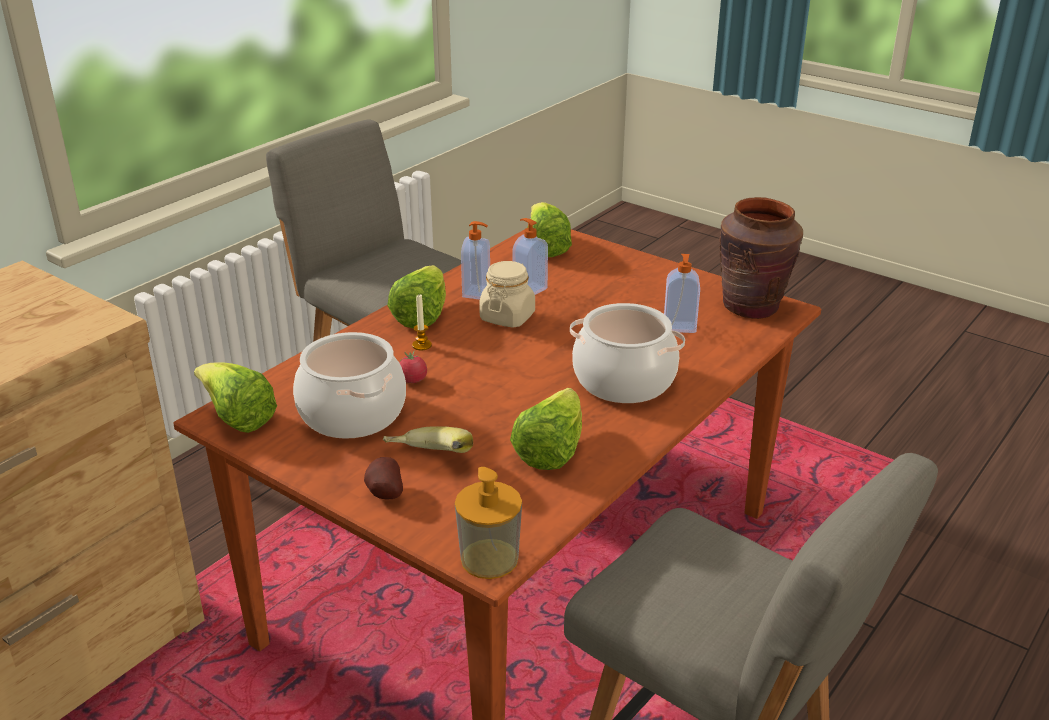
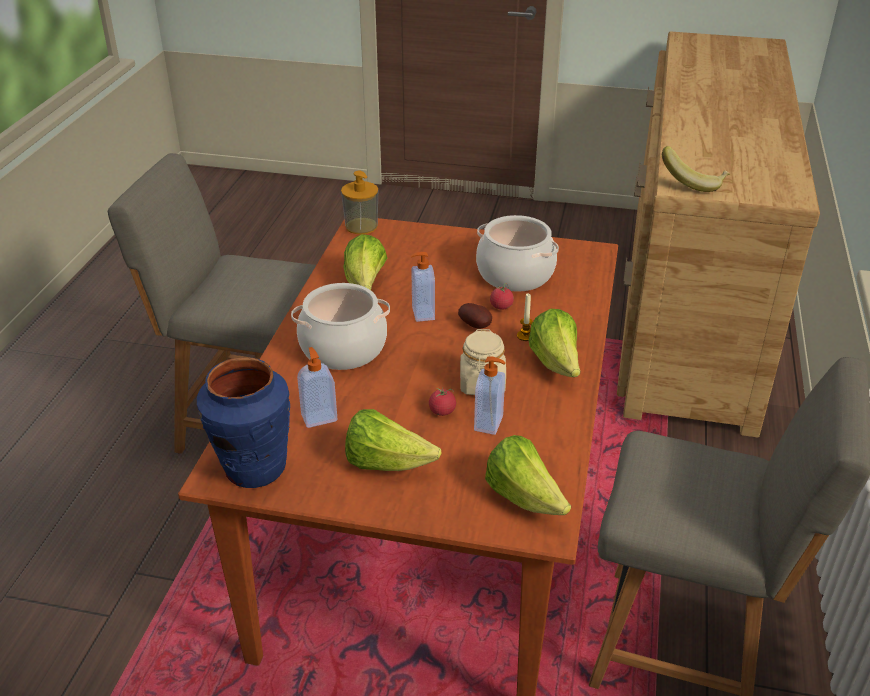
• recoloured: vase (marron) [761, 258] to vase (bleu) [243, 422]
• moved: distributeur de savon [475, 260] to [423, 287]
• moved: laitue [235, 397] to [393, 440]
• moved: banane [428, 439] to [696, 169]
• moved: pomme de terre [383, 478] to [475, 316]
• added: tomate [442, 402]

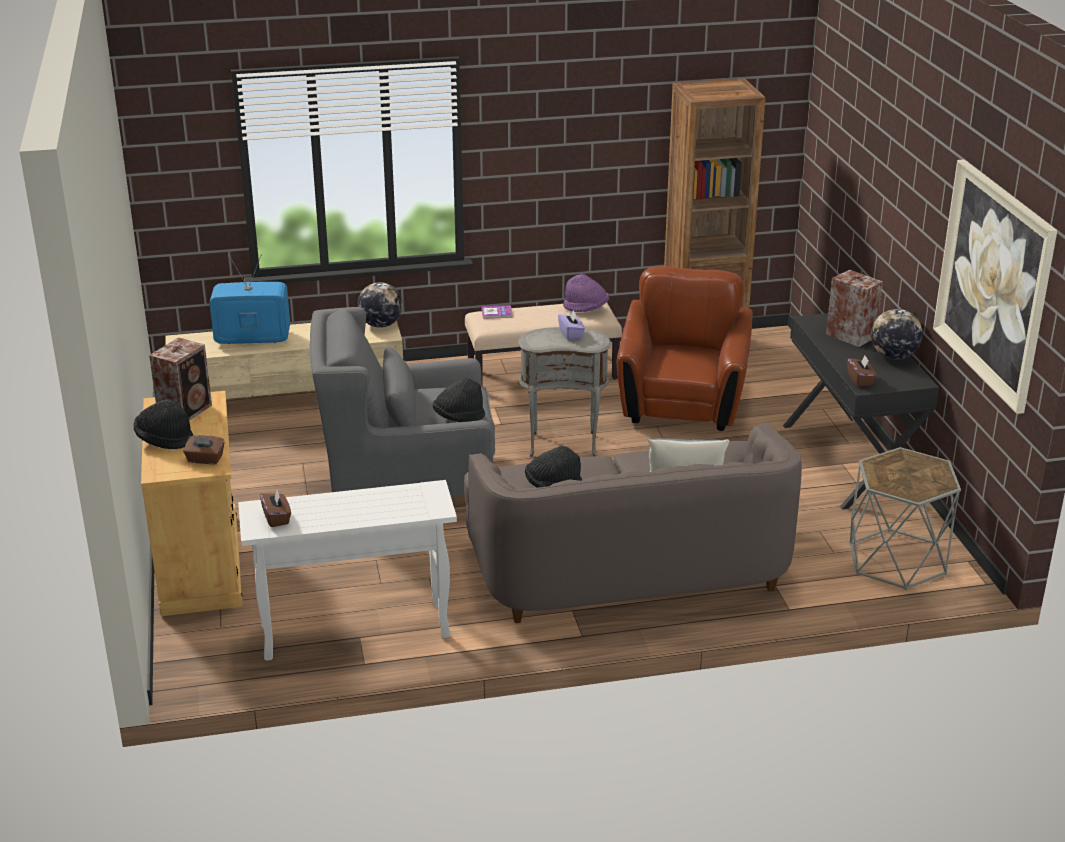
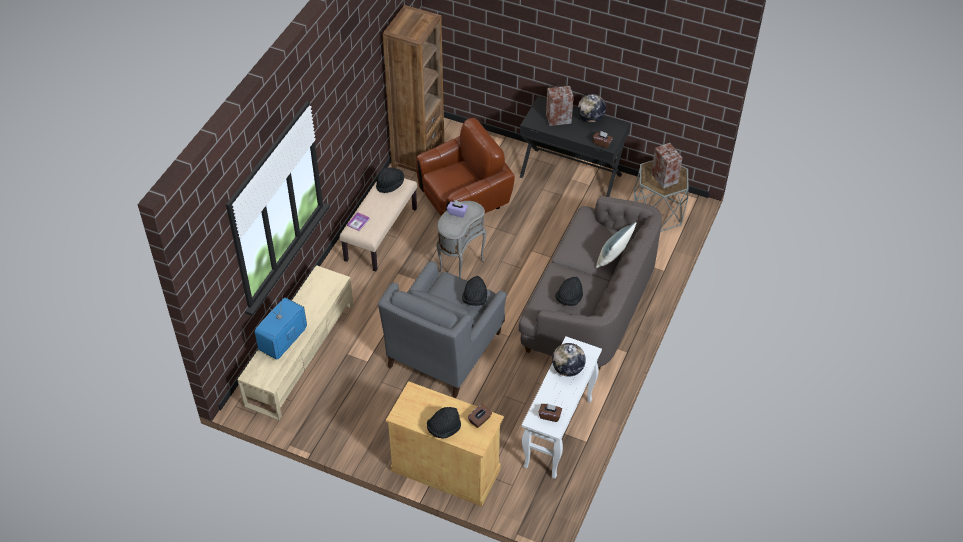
• removed: tableau [995, 286]
• turned: fauteuil (marron) [685, 348] = [465, 167] 105 degrees clockwise
• recoloured: chapeau (violet) [586, 293] to chapeau (noir) [390, 180]
• moved: globe [380, 305] to [569, 360]
• moved: enceinte [180, 379] to [667, 165]

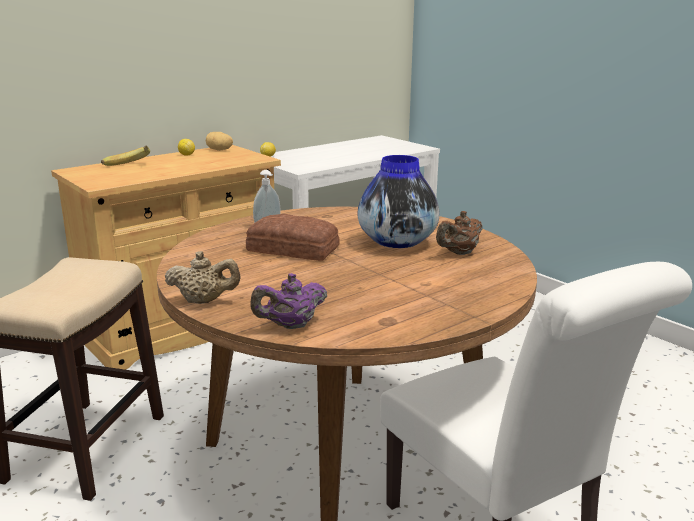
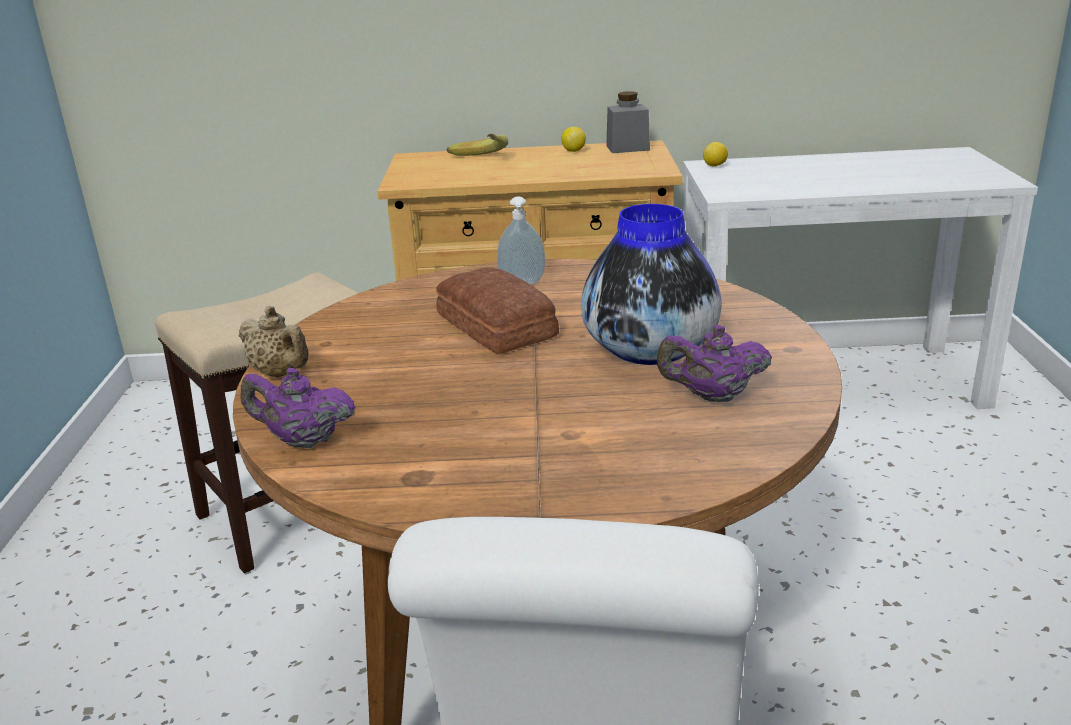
• replaced: pomme de terre [219, 141] to bocal (gris) [628, 122]
• recoloured: théière (marron) [459, 233] to théière (violet) [714, 363]

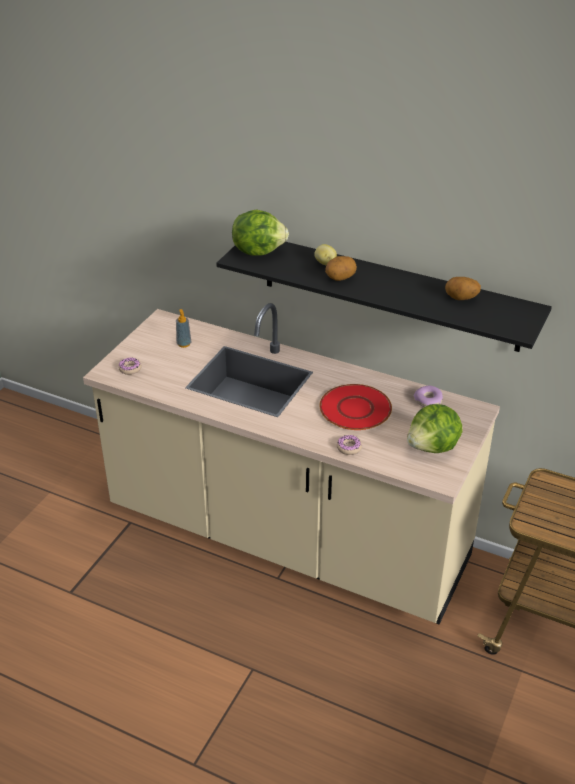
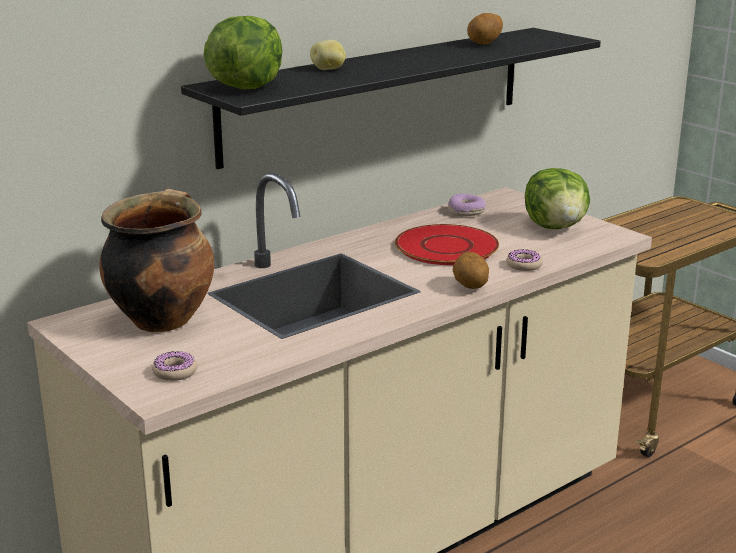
• moved: pomme de terre [341, 268] to [471, 270]
• replaced: distributeur de savon [183, 328] to marmite [156, 260]

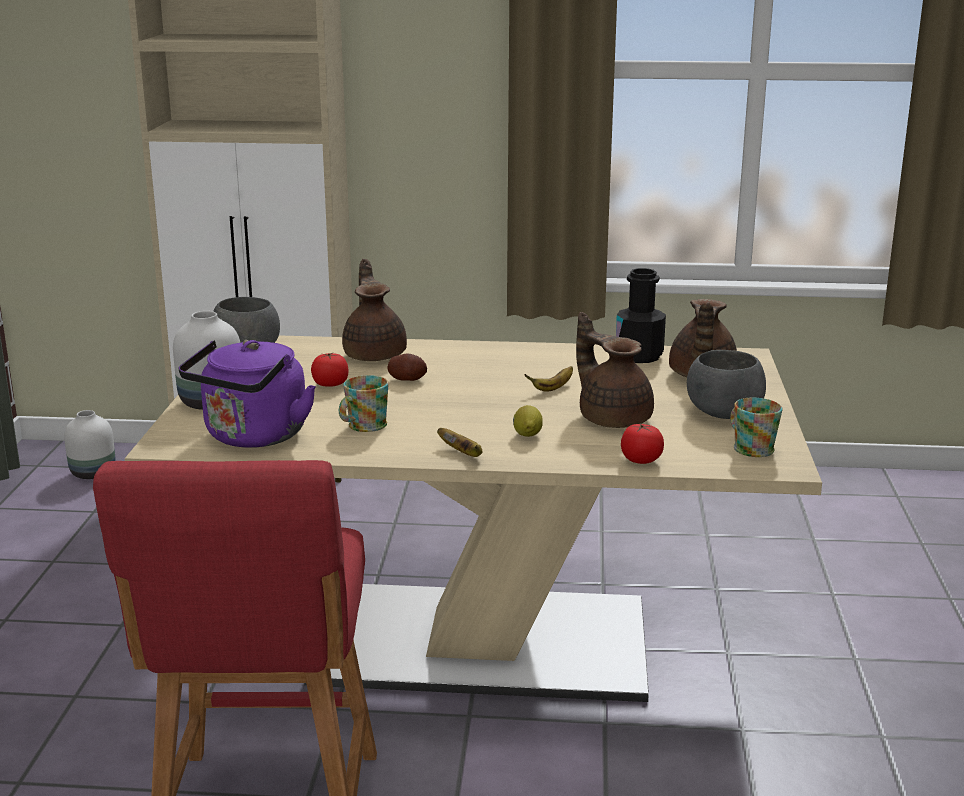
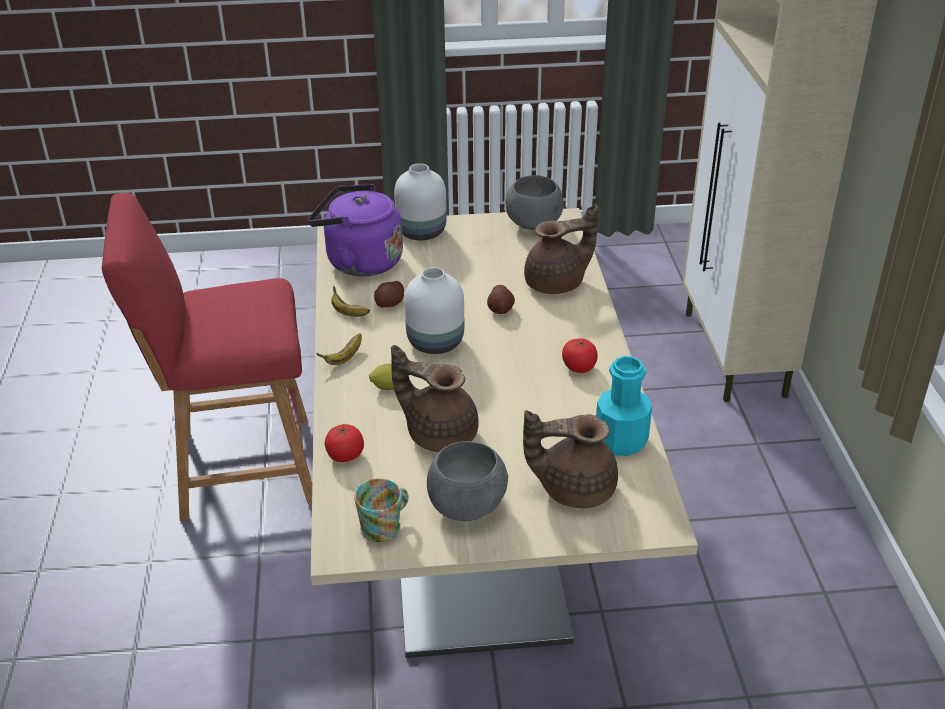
• recoloured: bouteille (noir) [641, 315] to bouteille (turquoise) [624, 406]
• turned: théière (marron) [615, 370] = [435, 399] 105 degrees counterclockwise
• moved: tomate [330, 370] to [580, 355]
• moved: banane [548, 379] to [350, 301]
• replaced: mug [364, 403] to pomme de terre [389, 294]
• moved: vase (blanc) [90, 444] to [434, 310]

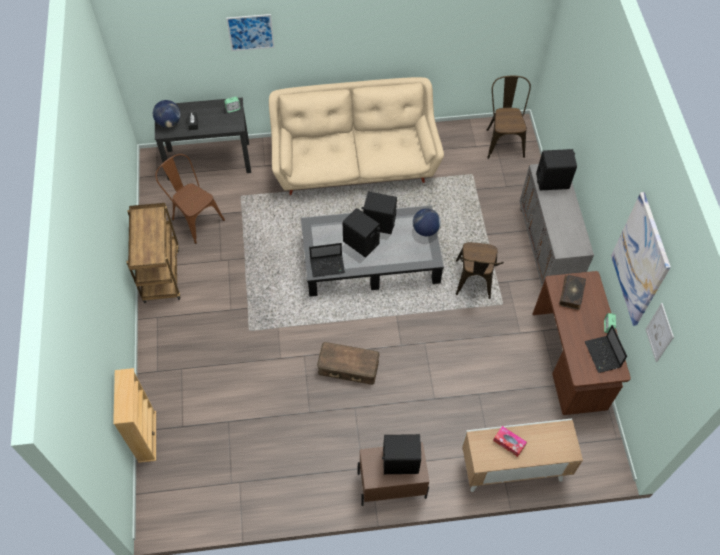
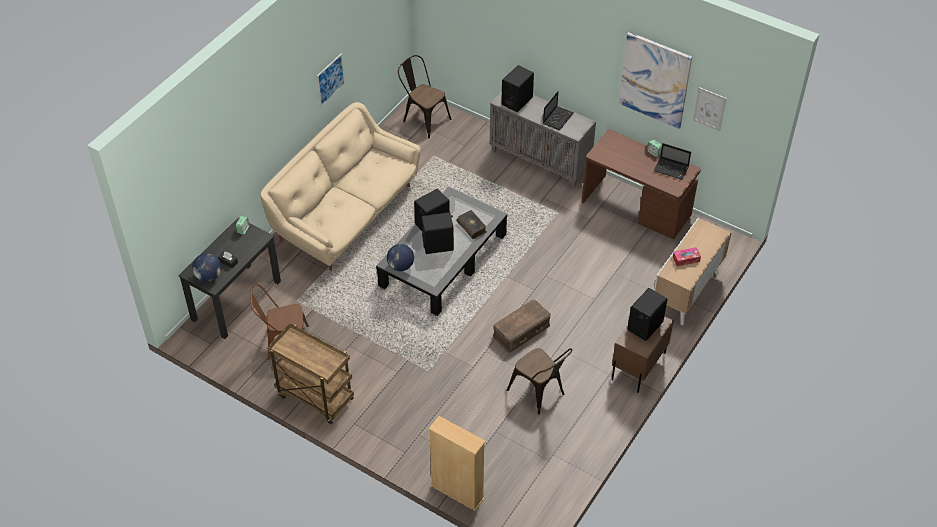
• moved: tableau [250, 32] to [331, 80]
• moved: globe [427, 222] to [400, 257]
• moved: chaise (marron) [480, 270] to [539, 381]
• moved: ordinateur portable [327, 260] to [558, 111]
• moved: livre [572, 292] to [472, 224]

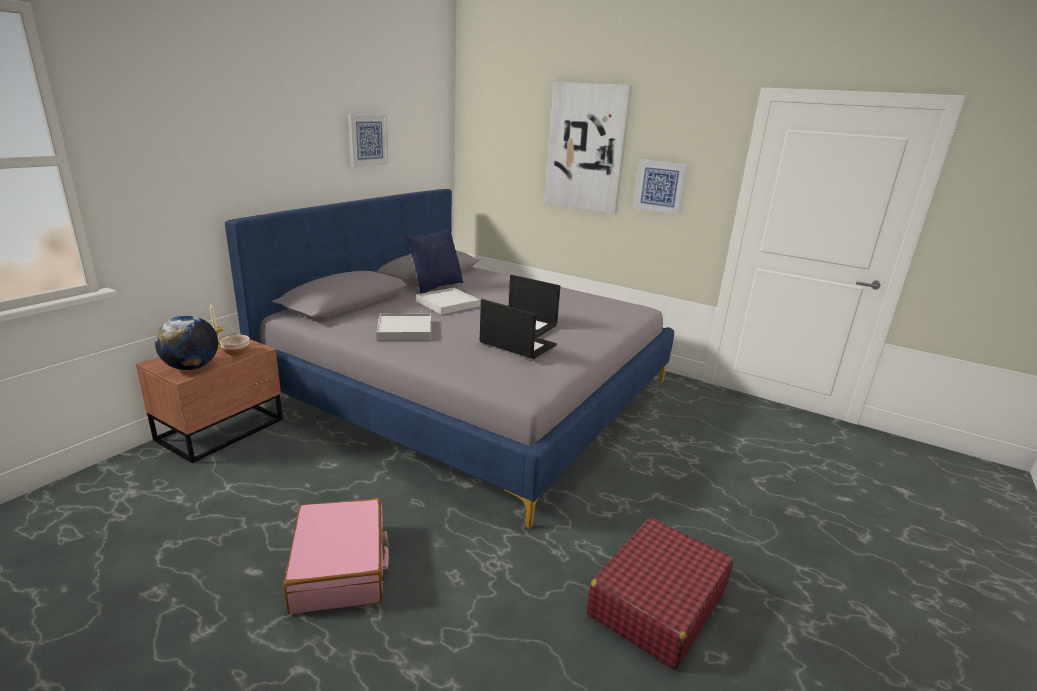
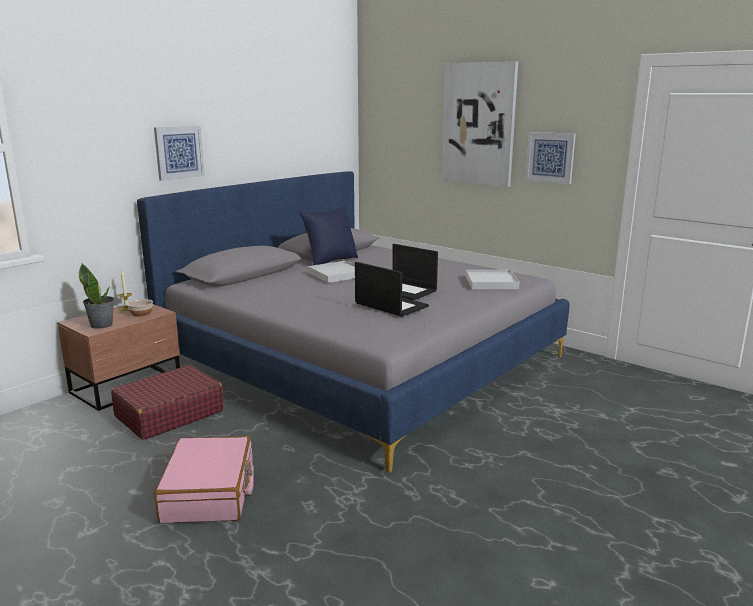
• moved: tableau [368, 140] to [179, 153]
• moved: plateau (blanc) [403, 326] to [492, 279]
• replaced: globe [186, 342] to plante en pot [96, 296]
• moved: valise (rouge) [660, 594] to [167, 402]

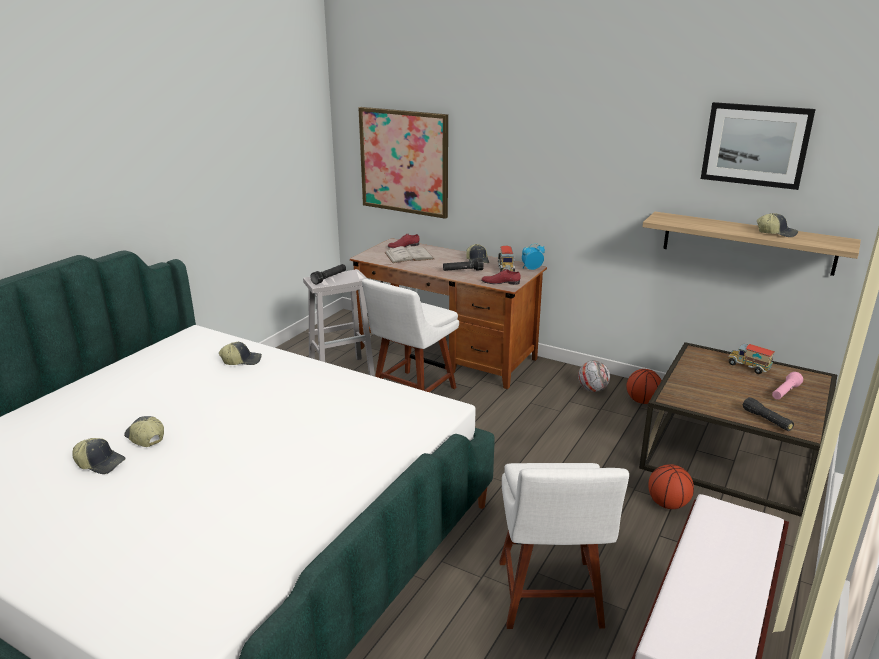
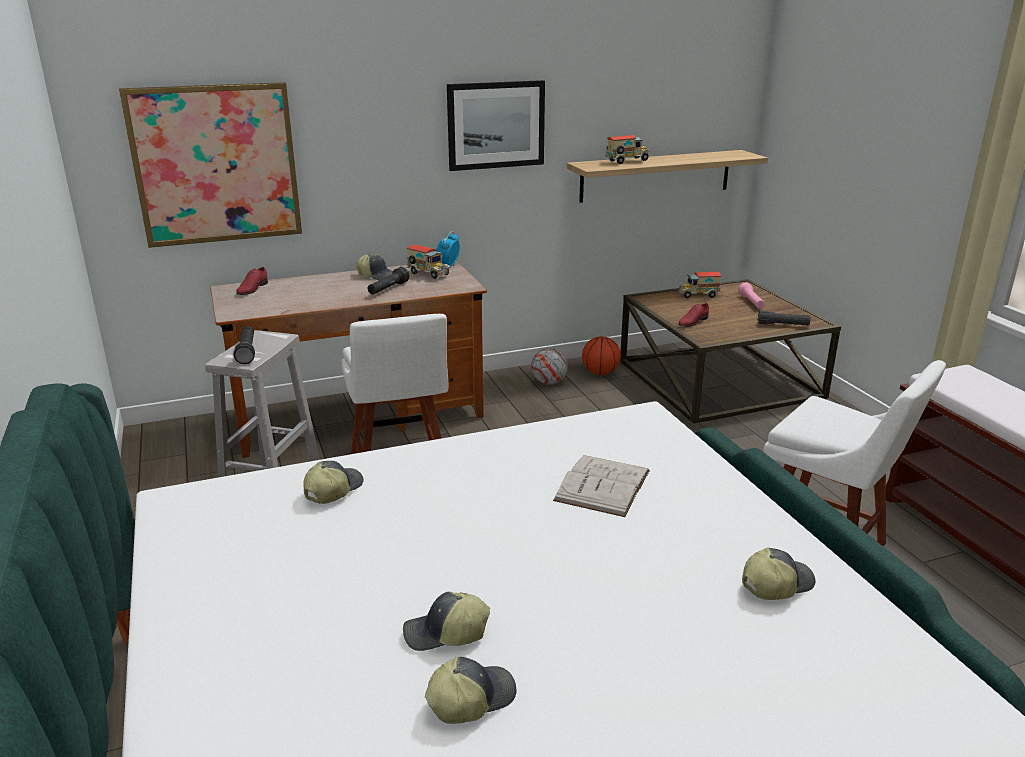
• moved: tableau [758, 146] to [496, 125]
• moved: casquette [777, 225] to [779, 574]
• moved: livre (blanc) [409, 254] to [601, 486]
• moved: chaussure (rouge) [500, 277] to [693, 315]
• removed: ballon de basket [671, 486]
• added: camion jouet [628, 149]

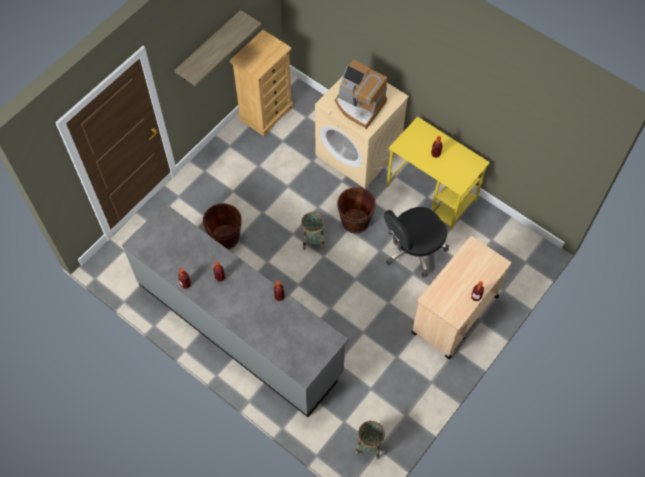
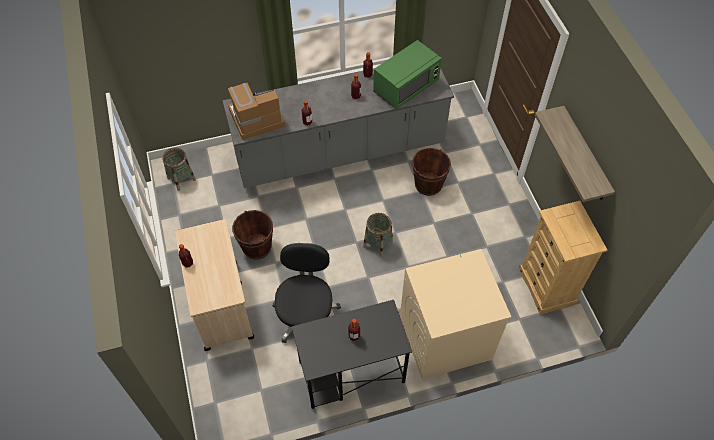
• moved: machine à café [361, 94] to [256, 111]
• recoloured: bureau (jaune) [438, 173] to bureau (noir) [352, 354]
• moved: seau (marron) [356, 210] to [252, 235]
• added: micro-ondes (vert) [407, 74]

